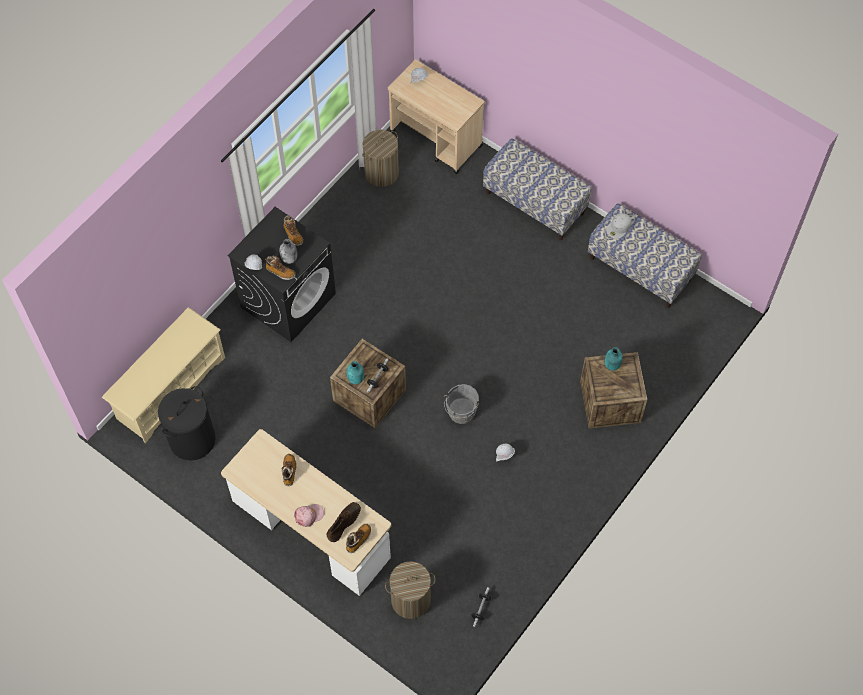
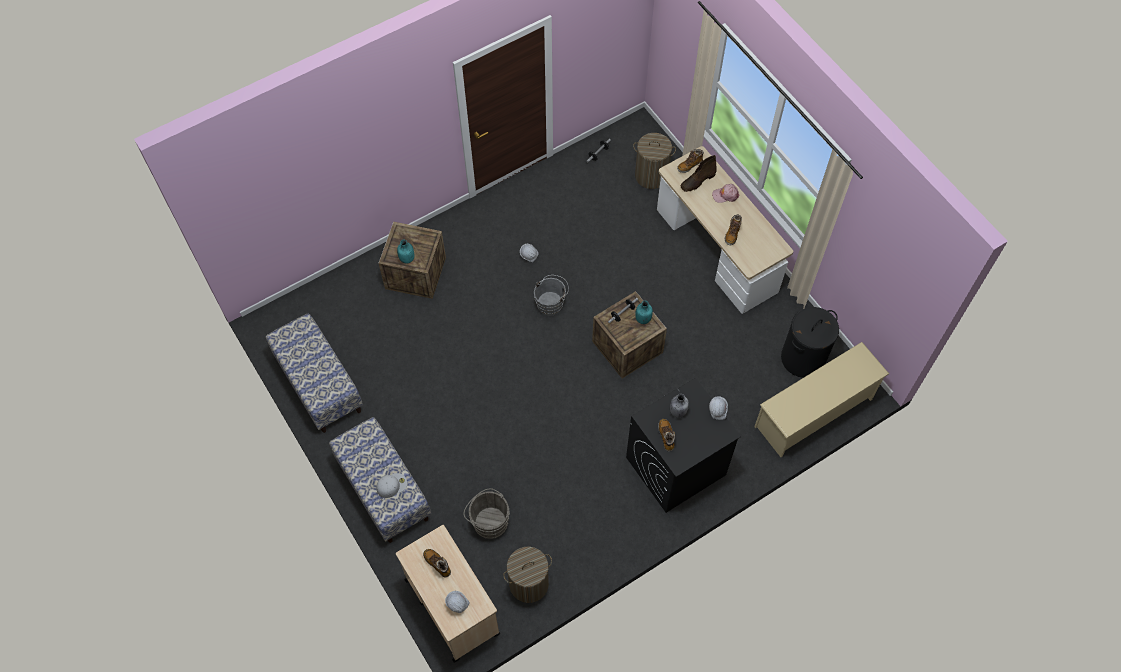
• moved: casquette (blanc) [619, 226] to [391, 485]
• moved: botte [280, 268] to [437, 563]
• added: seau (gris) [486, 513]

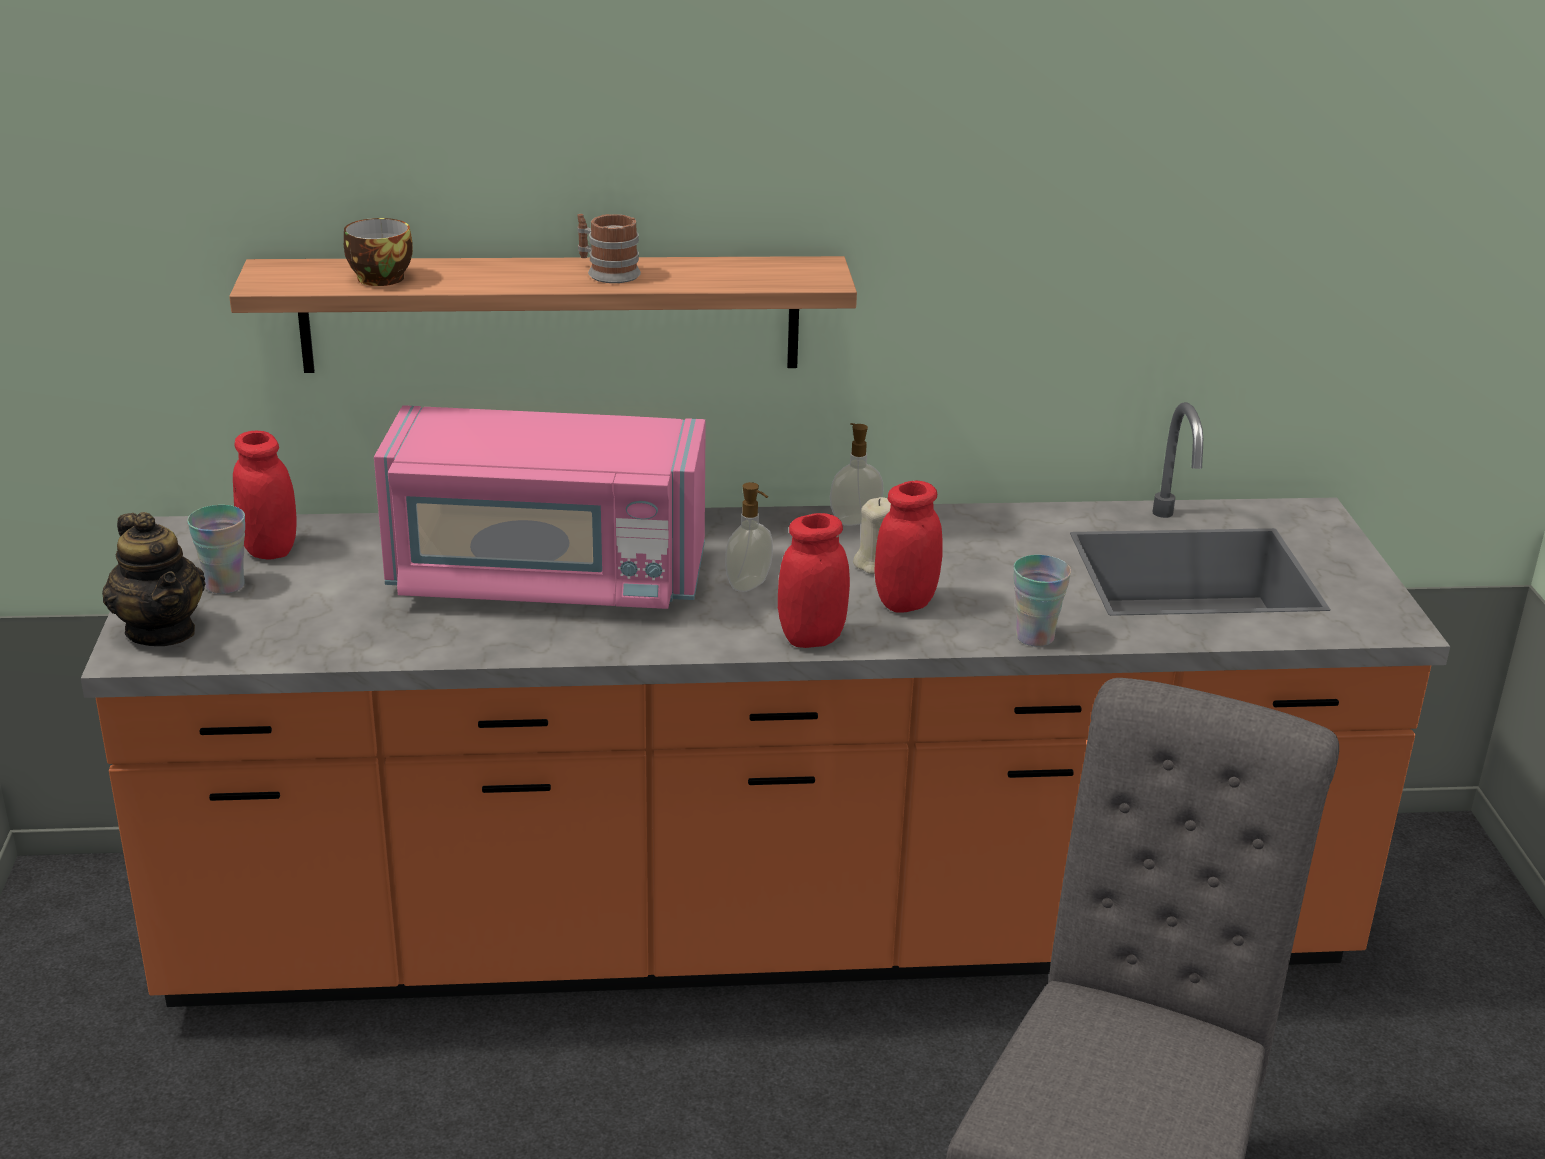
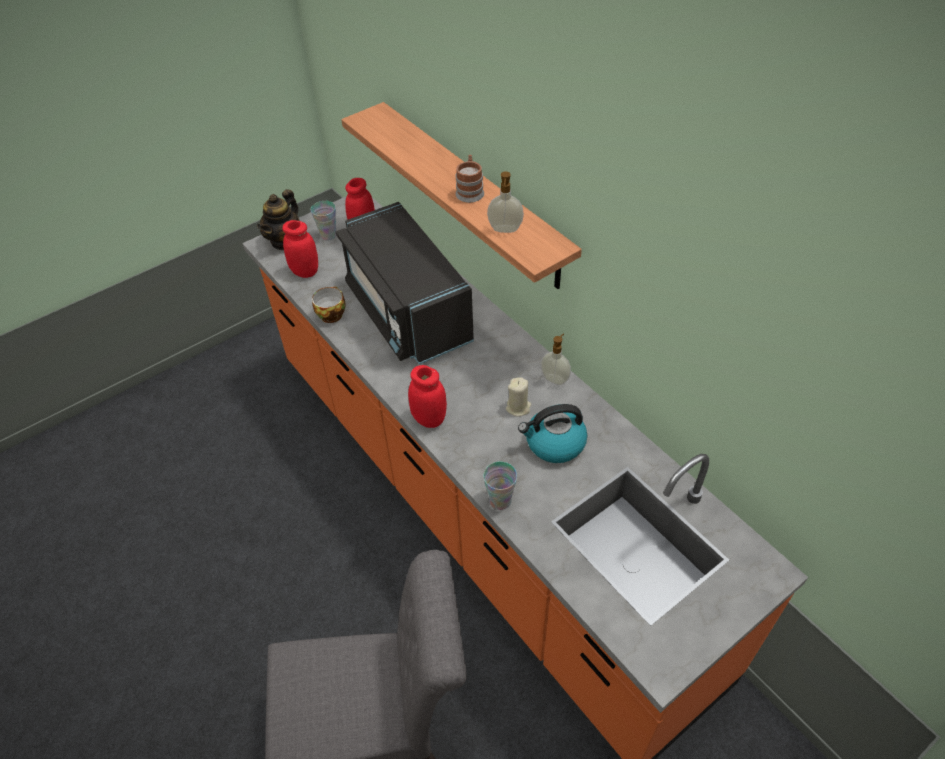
• moved: tasse [378, 252] to [329, 304]
• recoloured: micro-ondes (rose) [540, 507] to micro-ondes (noir) [405, 283]
• moved: bocal (rouge) [908, 547] to [300, 249]
• moved: distributeur de savon [749, 537] to [505, 202]
• added: bouilloire [552, 433]

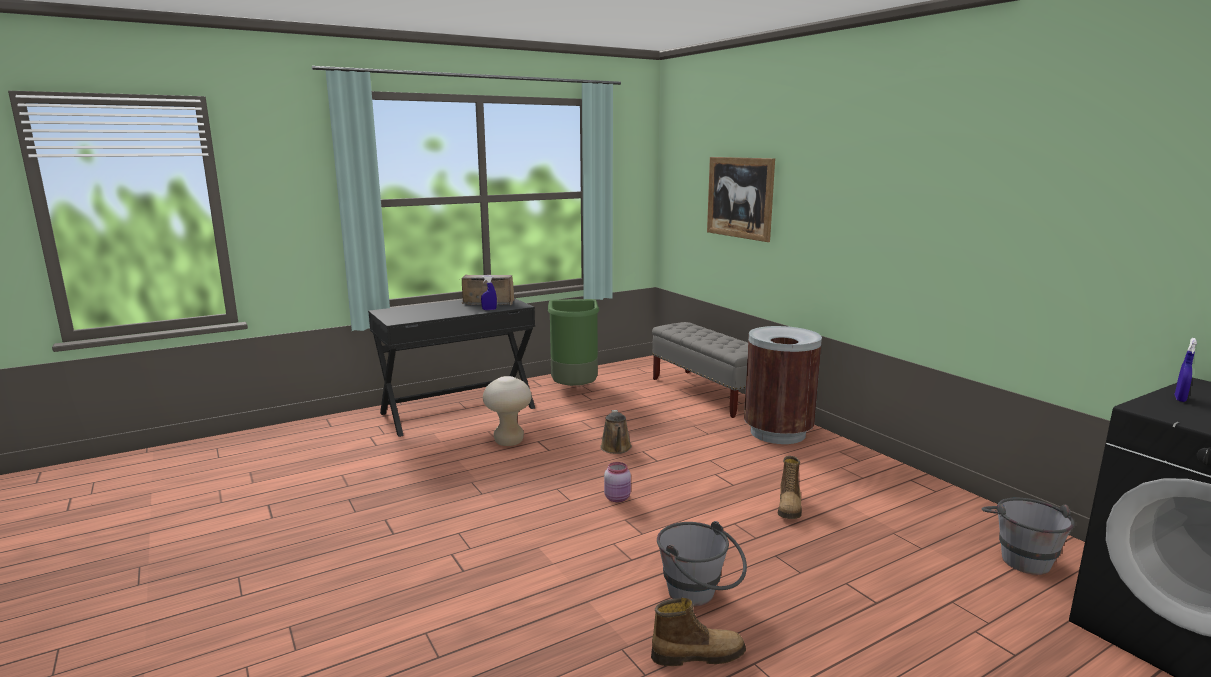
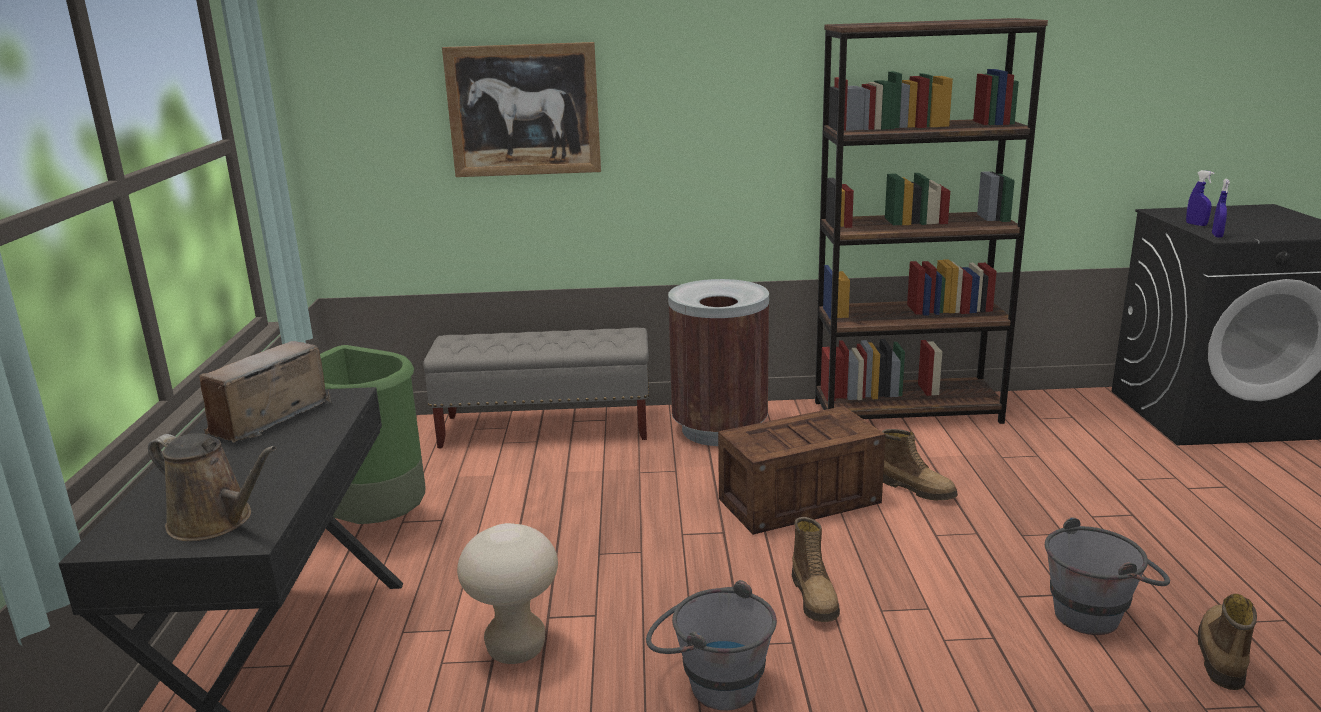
• moved: vaporisateur (bleu) [489, 293] to [1221, 208]
• moved: arrosoir (marron) [616, 432] to [212, 487]
• replaced: bocal (rose) [617, 482] to botte [816, 569]
• moved: seau (gris) [1028, 536] to [711, 645]
• added: bibliothèque (marron) [931, 221]
• added: caisse [802, 470]

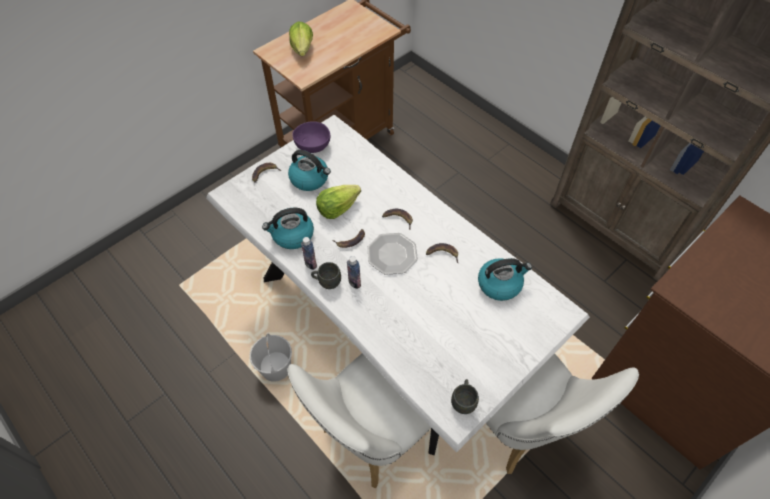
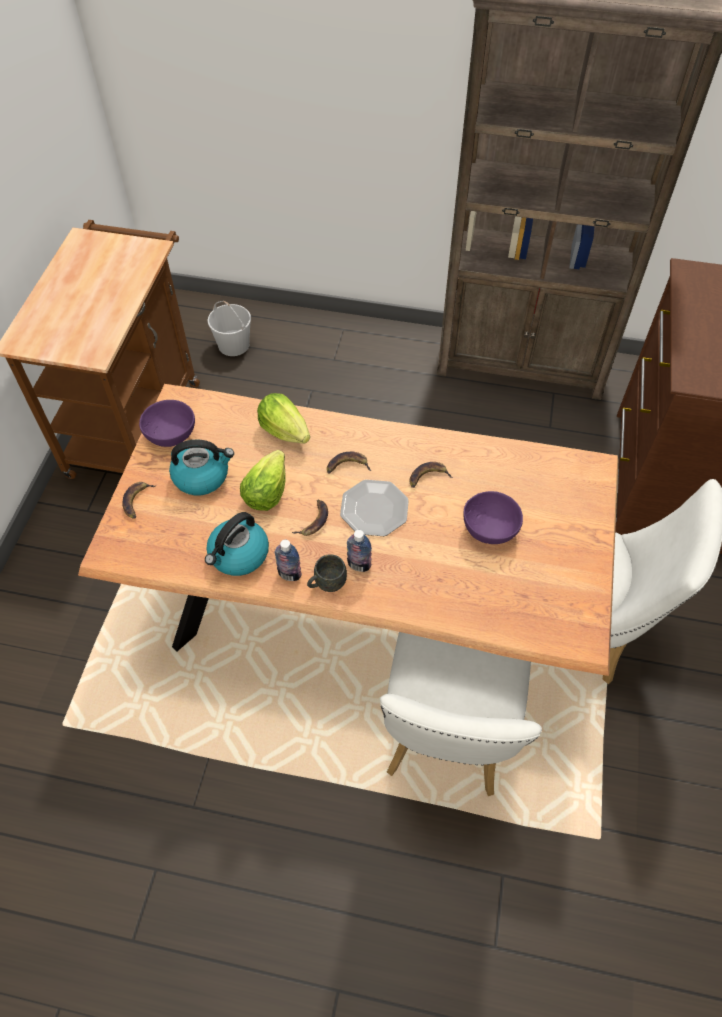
• moved: laitue [301, 38] to [283, 418]
• recoloured: table à manger (blanc) [398, 285] to table à manger (marron) [348, 530]
• removed: bouilloire [505, 279]
• moved: seau (blanc) [271, 358] to [229, 328]
• removed: mug (gris) [465, 396]
• added: bol (violet) [493, 517]

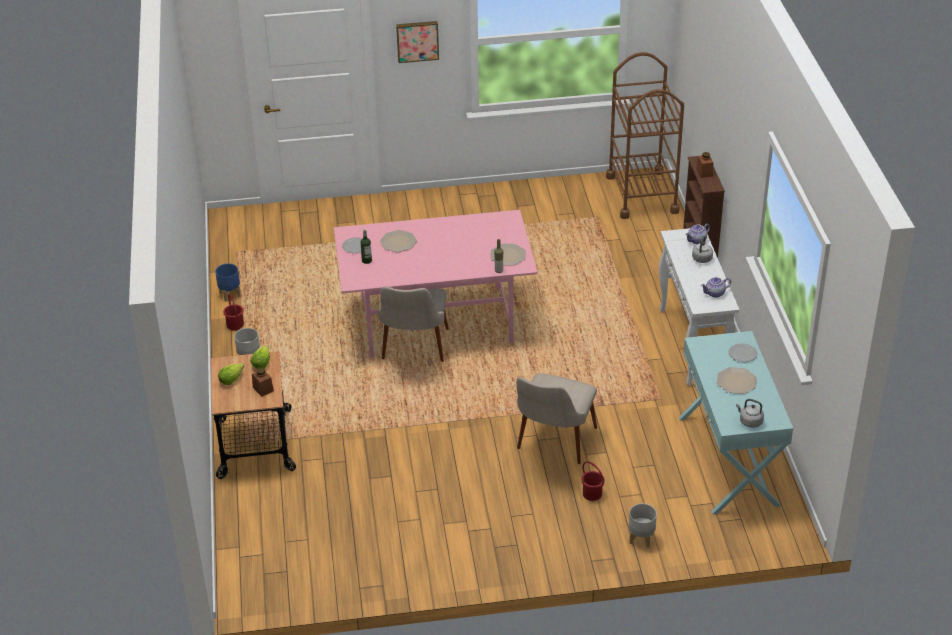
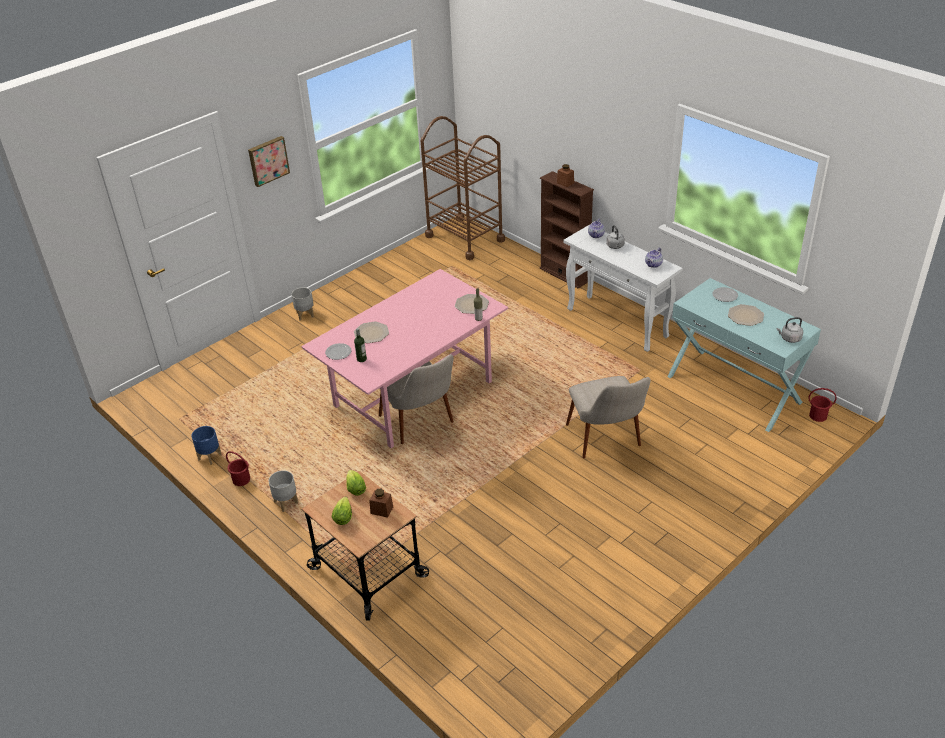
• moved: seau (rouge) [593, 481] to [822, 405]
• moved: cache-pot (gris) [643, 525] to [303, 304]

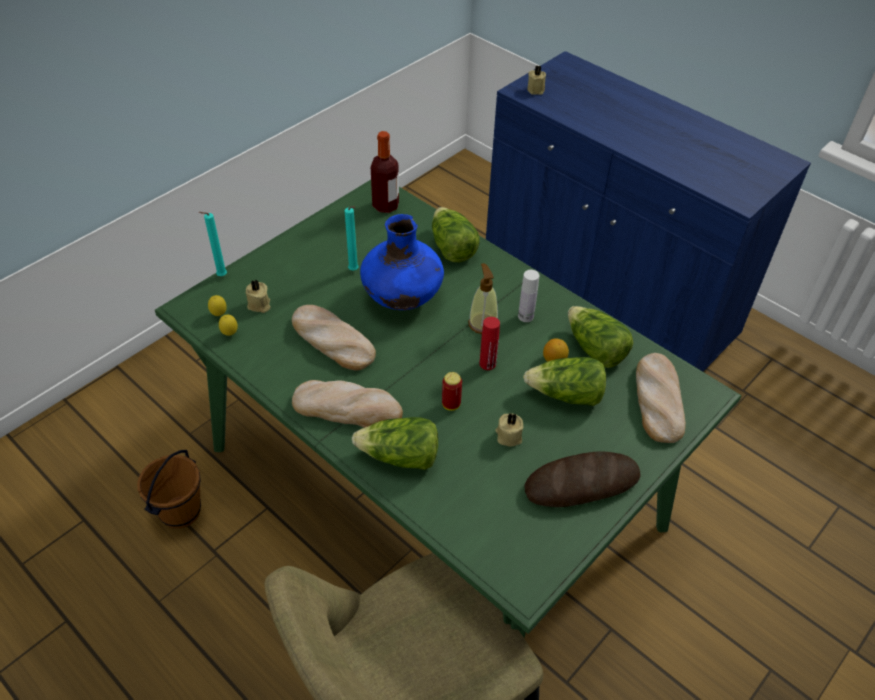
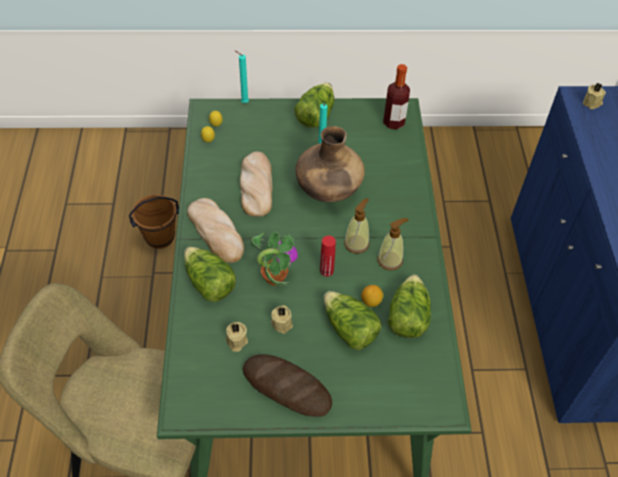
• moved: laitue [456, 234] to [314, 105]
• recoloured: vase (bleu) [402, 262] to vase (marron) [330, 164]
• replaced: bouteille (blanc) [528, 296] to distributeur de savon [393, 244]
• moved: bougie (beige) [258, 296] to [237, 337]
• removed: pain [661, 398]
• replaced: boîte métallique [452, 391] to plante en pot [274, 258]

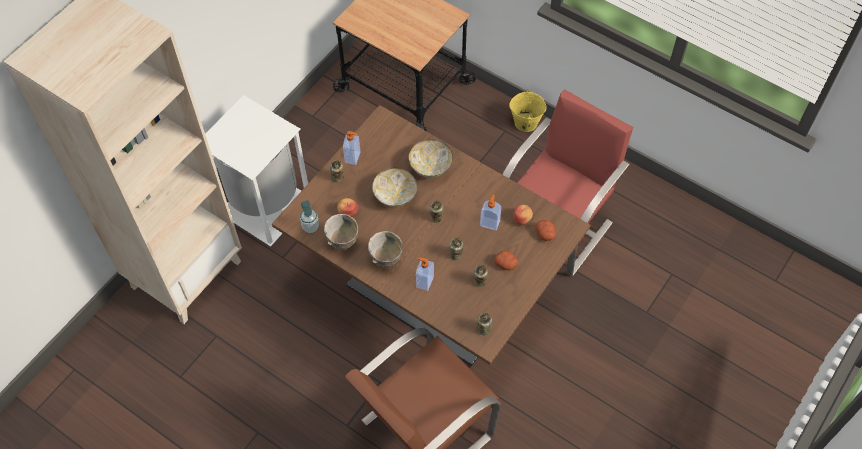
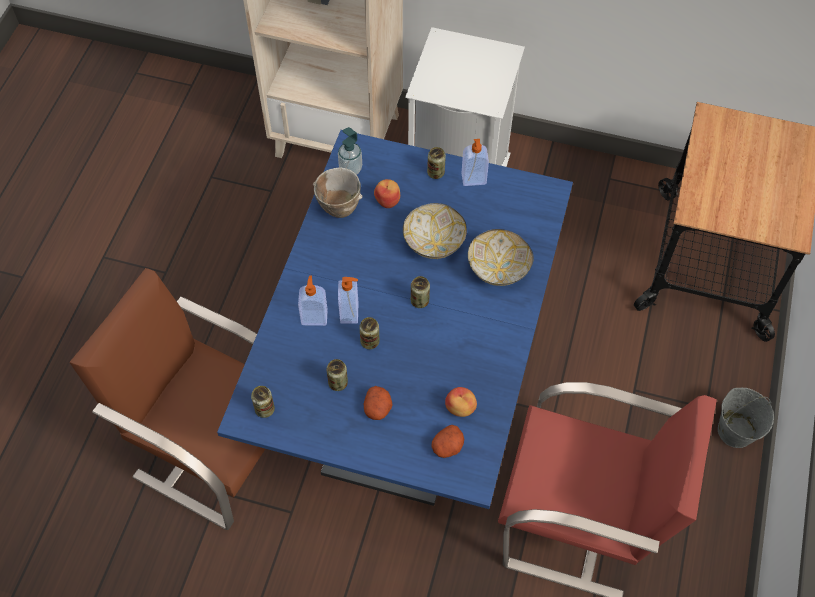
• recoloured: seau (jaune) [528, 110] to seau (gris) [746, 418]
• recoloured: table à manger (marron) [431, 235] to table à manger (bleu) [395, 319]
• moved: distributeur de savon [490, 212] to [348, 300]
• removed: bol [385, 249]

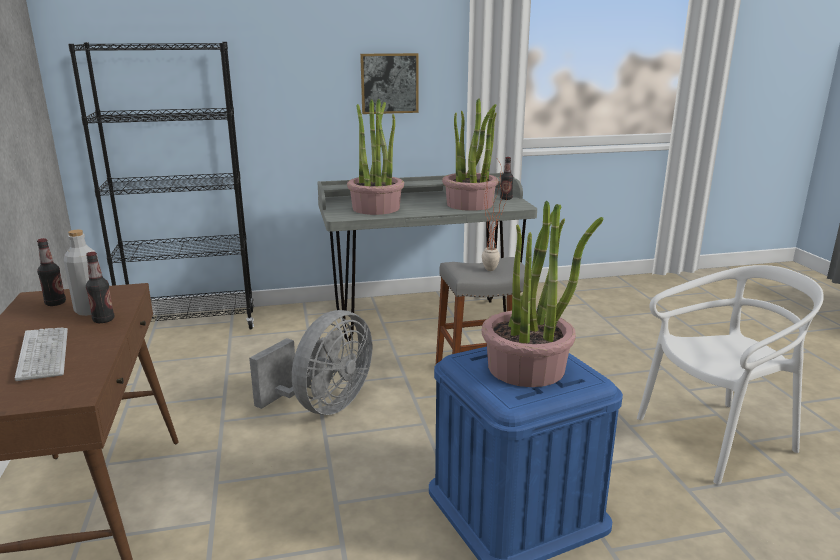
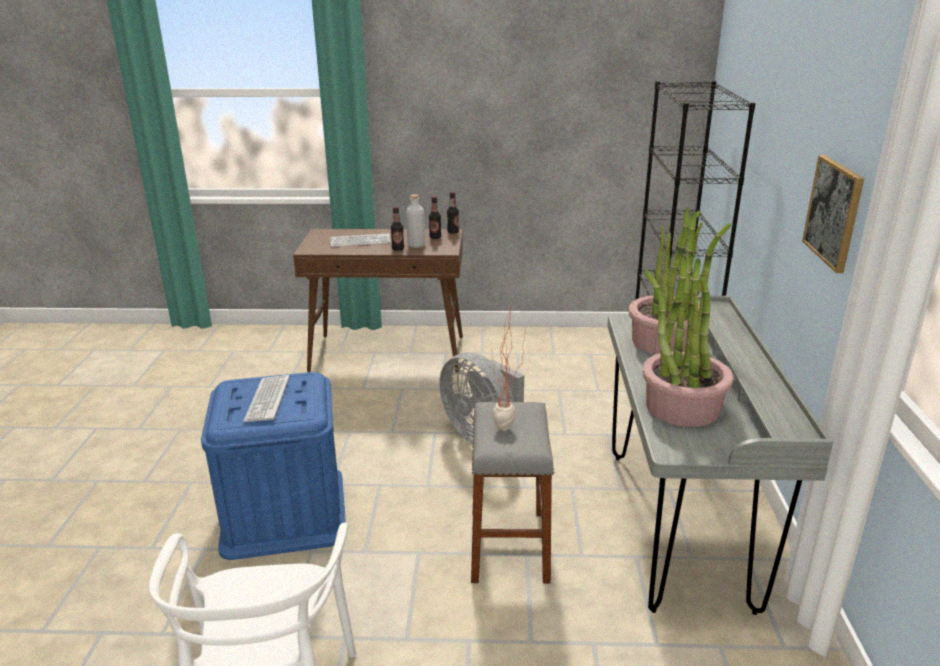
• moved: bouteille [506, 178] to [453, 213]
• replaced: plante en pot [542, 294] to clavier [266, 398]

